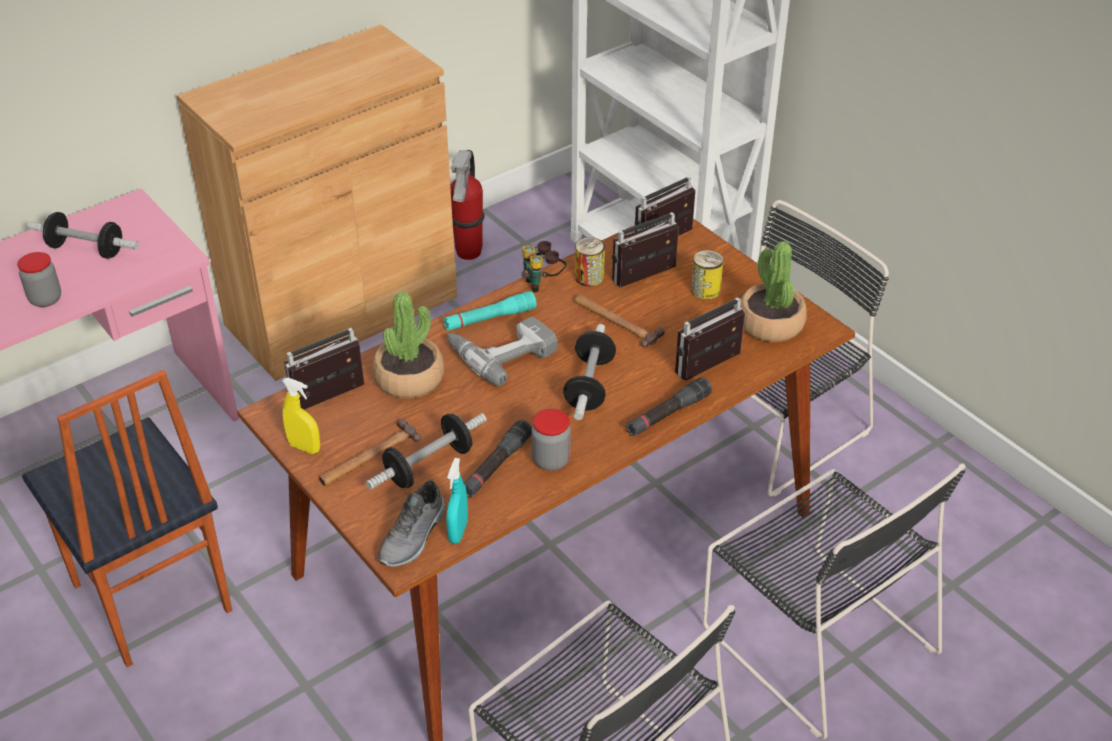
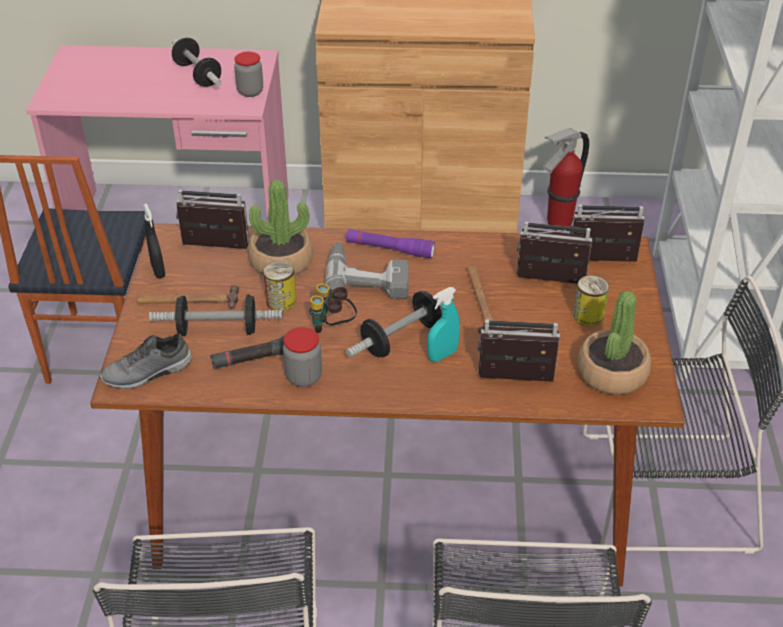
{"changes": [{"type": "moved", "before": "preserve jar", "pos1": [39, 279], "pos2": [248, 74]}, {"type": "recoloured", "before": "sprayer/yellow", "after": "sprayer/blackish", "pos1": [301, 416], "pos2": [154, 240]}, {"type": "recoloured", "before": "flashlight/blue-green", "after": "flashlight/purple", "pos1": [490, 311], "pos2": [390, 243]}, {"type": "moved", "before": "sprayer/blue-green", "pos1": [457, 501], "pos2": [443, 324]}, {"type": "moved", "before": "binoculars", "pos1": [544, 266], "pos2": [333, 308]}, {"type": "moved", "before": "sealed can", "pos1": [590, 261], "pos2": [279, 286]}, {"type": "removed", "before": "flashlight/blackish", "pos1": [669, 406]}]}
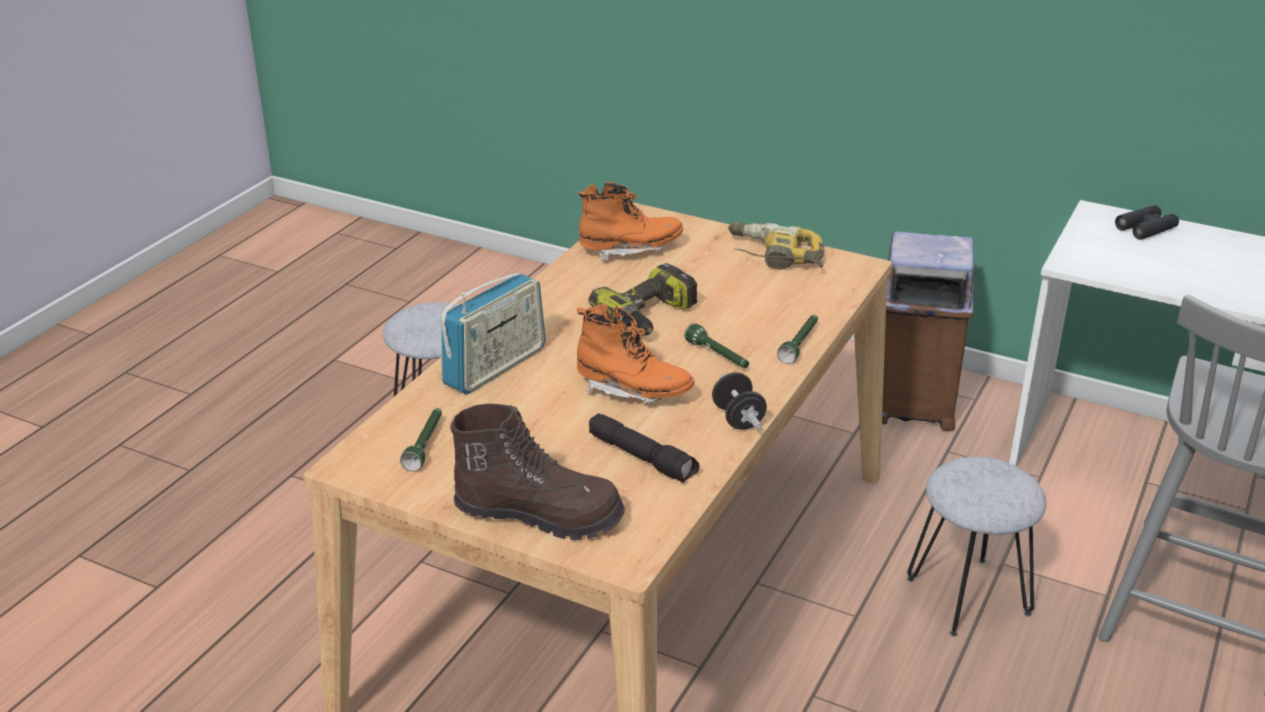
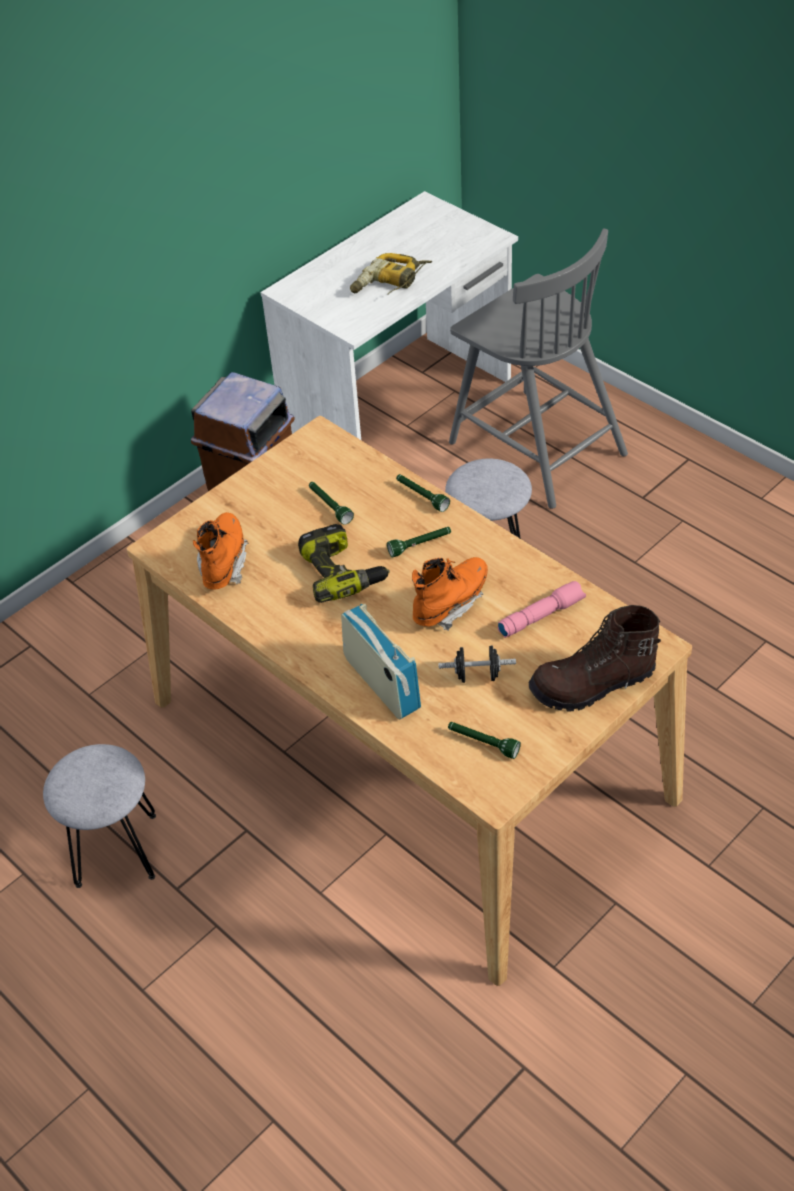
{"changes": [{"type": "turned", "before": "tall boot/brown-coloured", "pos1": [537, 472], "pos2": [595, 658], "turn": -135}, {"type": "recoloured", "before": "flashlight/blackish", "after": "flashlight/pink-coloured", "pos1": [644, 448], "pos2": [542, 609]}, {"type": "moved", "before": "free weight/blackish", "pos1": [739, 401], "pos2": [477, 664]}, {"type": "moved", "before": "electric drill", "pos1": [776, 245], "pos2": [391, 274]}, {"type": "removed", "before": "binoculars/blackish", "pos1": [1147, 222]}, {"type": "added", "after": "flashlight/greenish", "pos2": [331, 503]}]}
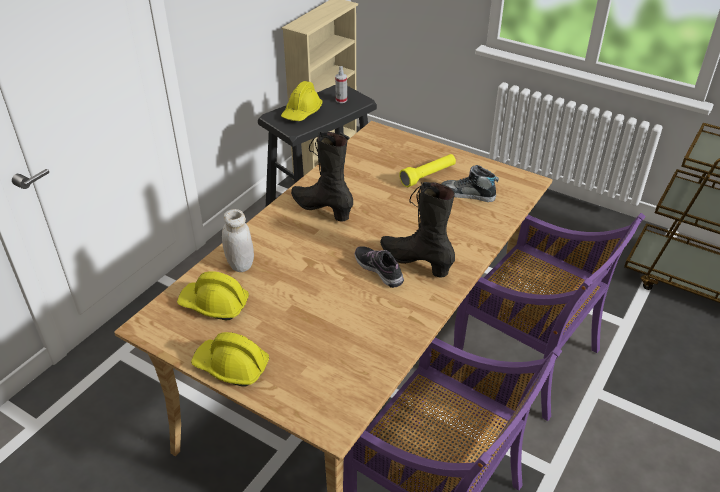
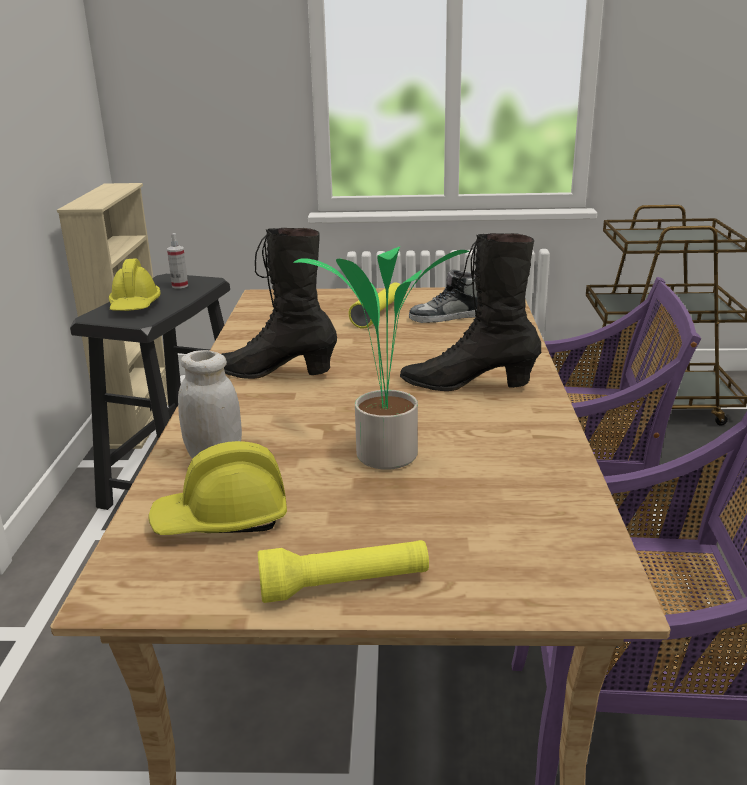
{"changes": [{"type": "replaced", "before": "hard hat/yellow", "after": "flashlight/yellow", "pos1": [230, 359], "pos2": [343, 571]}, {"type": "removed", "before": "low shoe", "pos1": [379, 267]}, {"type": "added", "after": "potted plant", "pos2": [381, 358]}]}
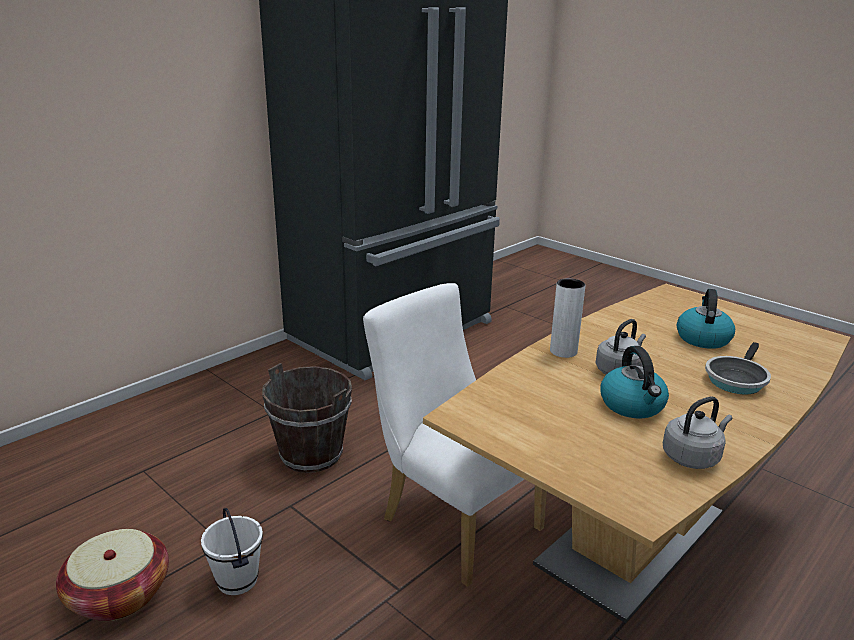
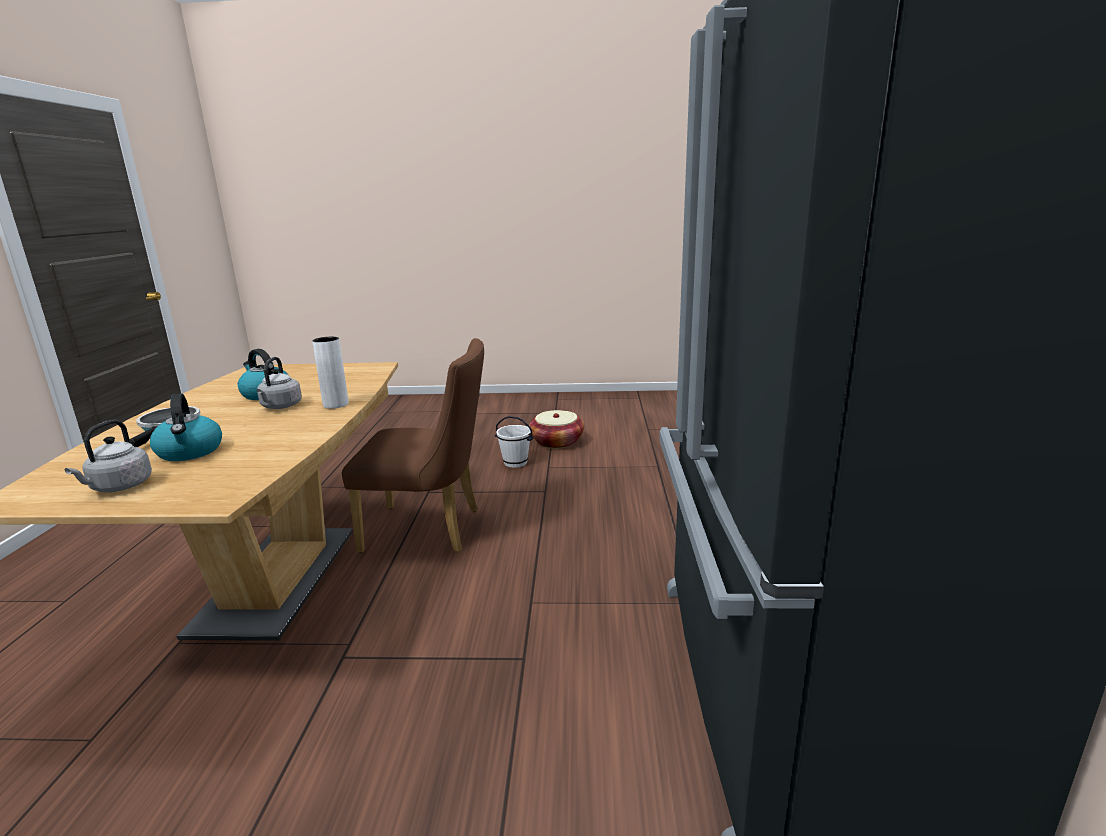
{"changes": [{"type": "removed", "before": "bucket/brown-coloured", "pos1": [307, 418]}, {"type": "recoloured", "before": "upright chair/white", "after": "upright chair/brown-coloured", "pos1": [455, 435], "pos2": [413, 445]}, {"type": "moved", "before": "tea kettle/greyish", "pos1": [697, 432], "pos2": [108, 456]}]}
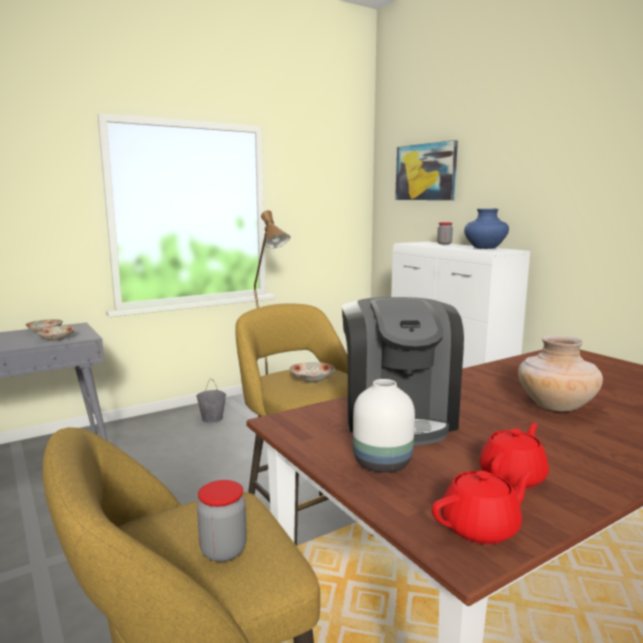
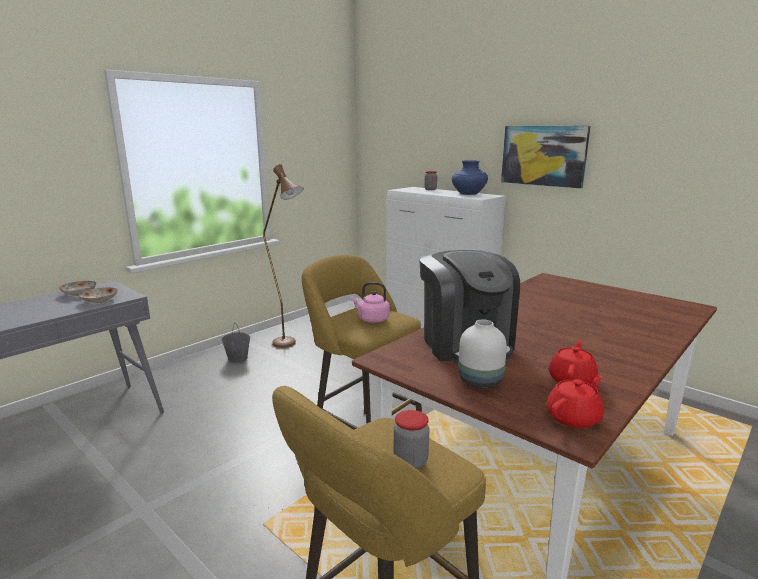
{"changes": [{"type": "replaced", "before": "plate", "after": "tea kettle/pink-coloured", "pos1": [312, 372], "pos2": [370, 302]}, {"type": "moved", "before": "picture", "pos1": [426, 170], "pos2": [545, 157]}, {"type": "removed", "before": "decorative vase/beige-coloured", "pos1": [560, 373]}]}
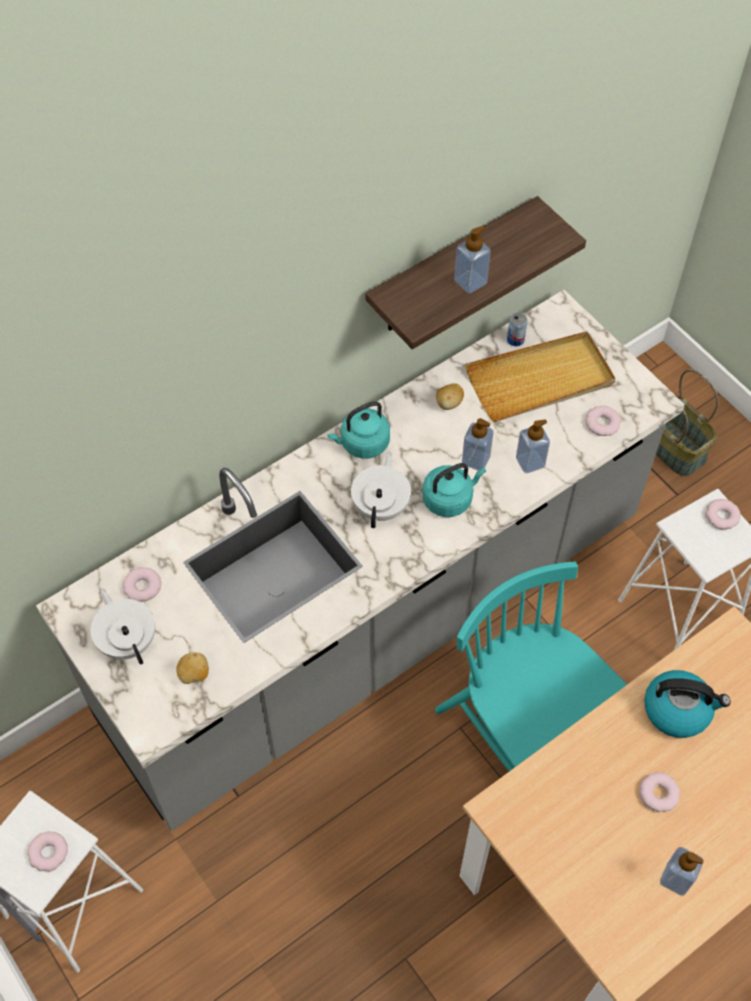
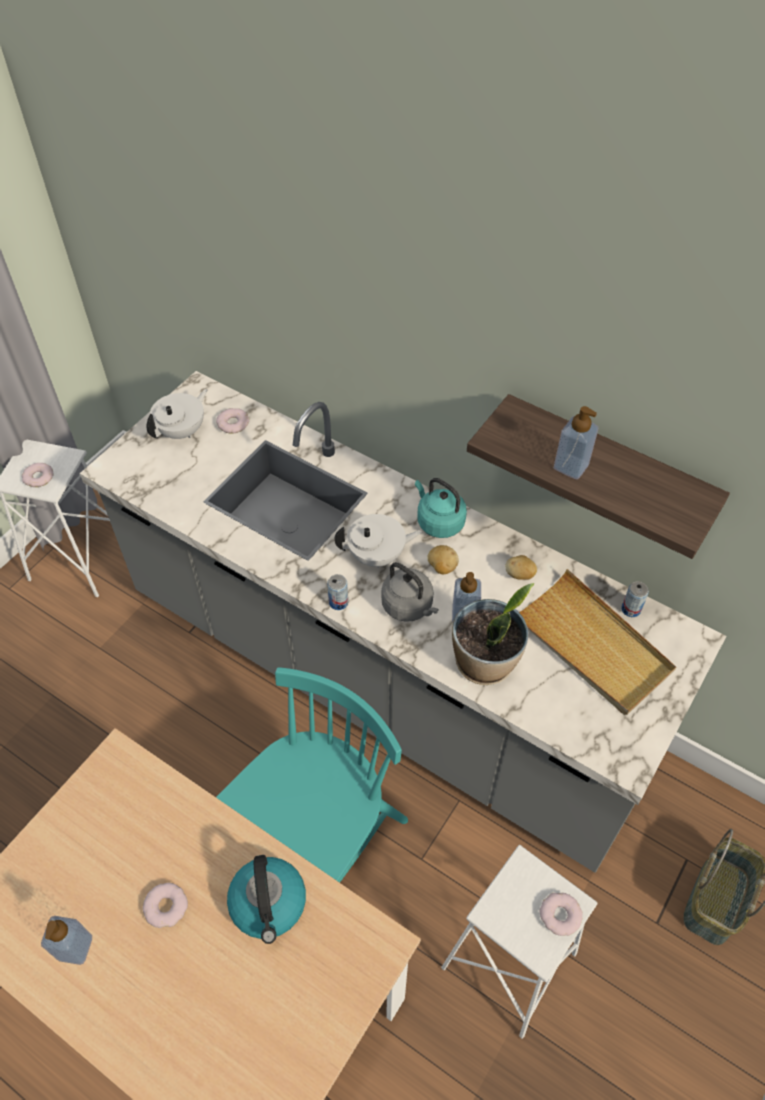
{"changes": [{"type": "moved", "before": "potato", "pos1": [192, 668], "pos2": [443, 559]}, {"type": "recoloured", "before": "tea kettle/blue-green", "after": "tea kettle/greyish", "pos1": [454, 490], "pos2": [410, 592]}, {"type": "replaced", "before": "soap dispenser", "after": "potted plant", "pos1": [533, 446], "pos2": [493, 634]}, {"type": "removed", "before": "ring doughnut", "pos1": [603, 421]}, {"type": "added", "after": "sealed can", "pos2": [337, 592]}]}
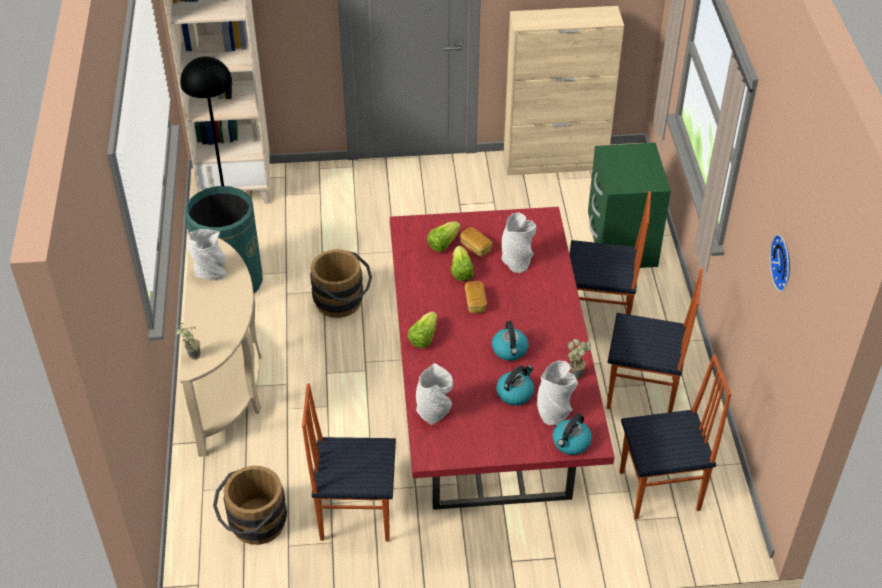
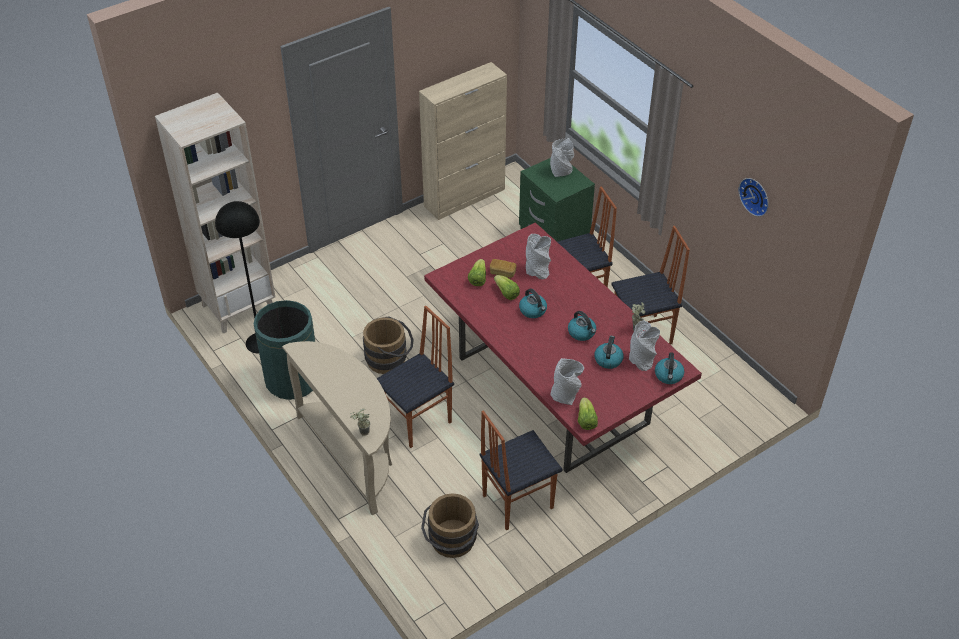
{"changes": [{"type": "moved", "before": "decorative vase/greyish", "pos1": [207, 255], "pos2": [562, 157]}, {"type": "moved", "before": "lettuce", "pos1": [422, 330], "pos2": [588, 413]}, {"type": "replaced", "before": "bread", "after": "tea kettle", "pos1": [476, 297], "pos2": [533, 303]}, {"type": "moved", "before": "upright chair", "pos1": [675, 436], "pos2": [415, 377]}]}
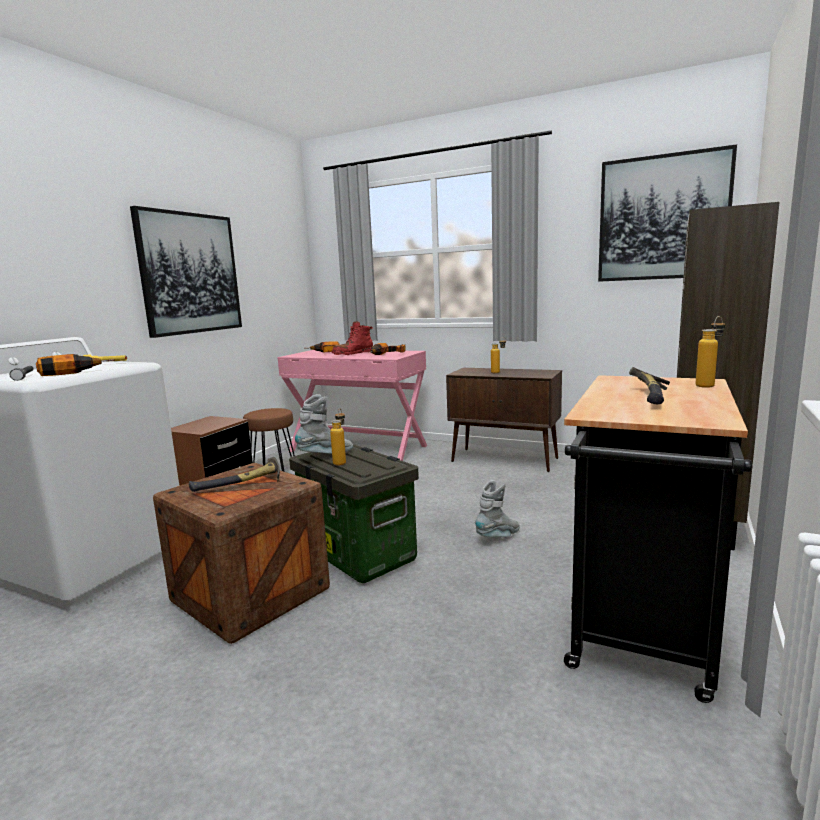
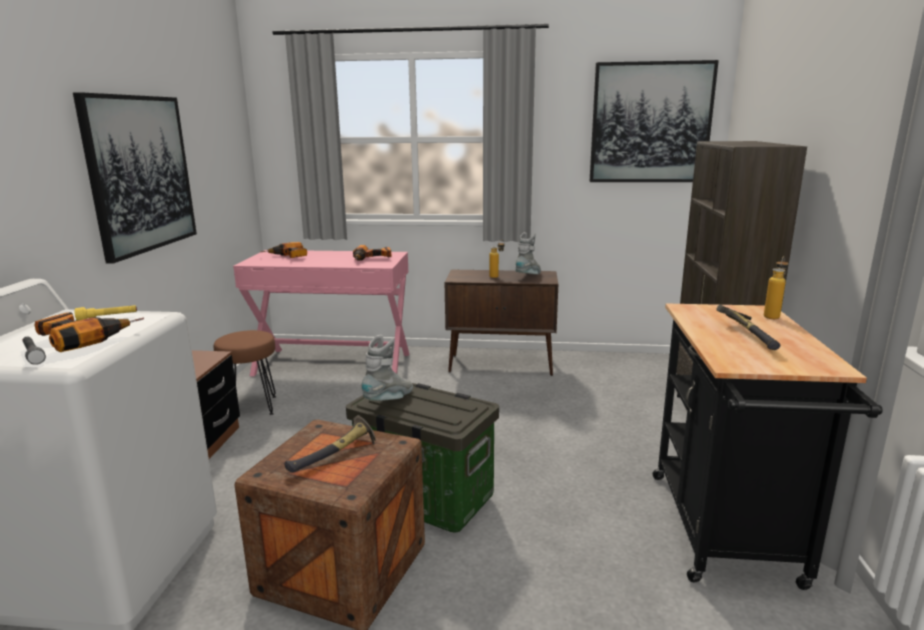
{"changes": [{"type": "removed", "before": "beverage bottle", "pos1": [338, 437]}, {"type": "removed", "before": "tall boot/reddish", "pos1": [352, 338]}, {"type": "moved", "before": "tall boot/greyish", "pos1": [497, 508], "pos2": [528, 253]}]}
